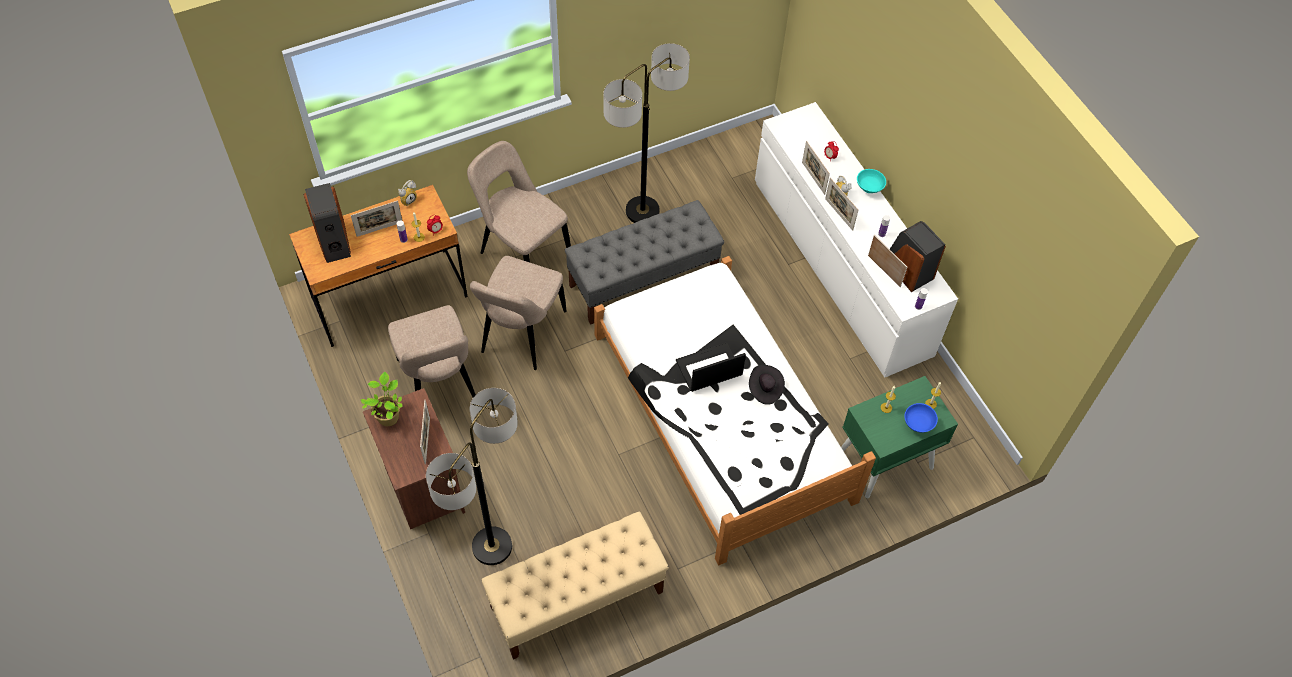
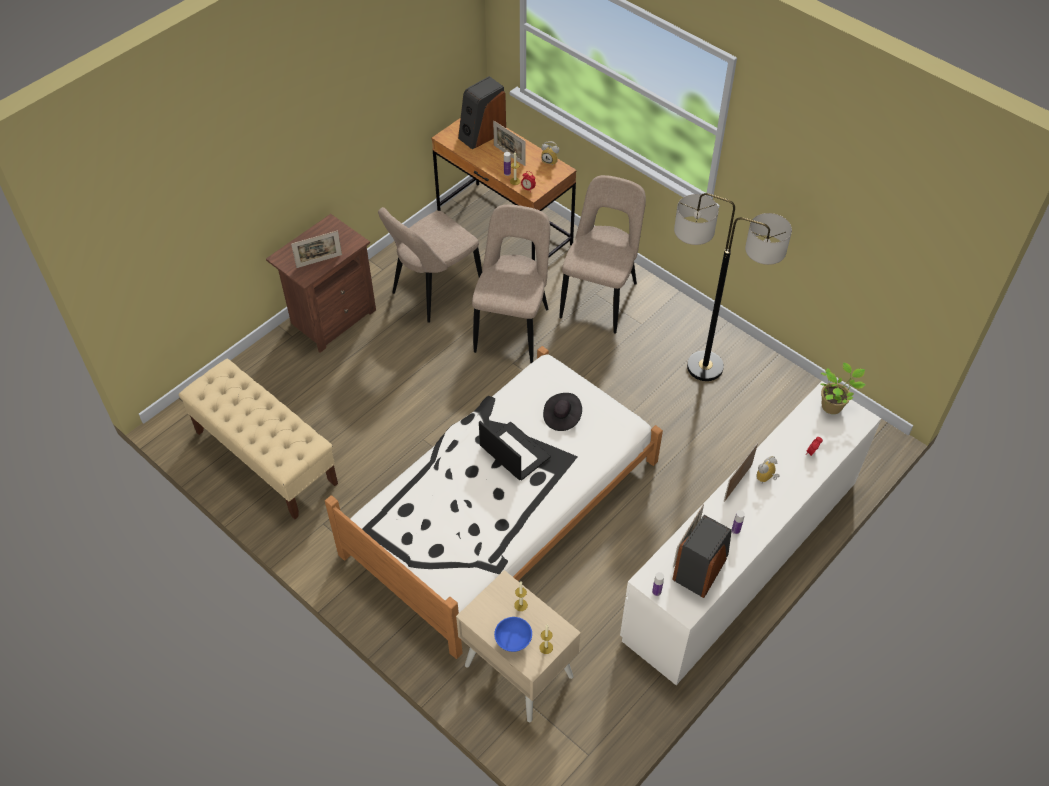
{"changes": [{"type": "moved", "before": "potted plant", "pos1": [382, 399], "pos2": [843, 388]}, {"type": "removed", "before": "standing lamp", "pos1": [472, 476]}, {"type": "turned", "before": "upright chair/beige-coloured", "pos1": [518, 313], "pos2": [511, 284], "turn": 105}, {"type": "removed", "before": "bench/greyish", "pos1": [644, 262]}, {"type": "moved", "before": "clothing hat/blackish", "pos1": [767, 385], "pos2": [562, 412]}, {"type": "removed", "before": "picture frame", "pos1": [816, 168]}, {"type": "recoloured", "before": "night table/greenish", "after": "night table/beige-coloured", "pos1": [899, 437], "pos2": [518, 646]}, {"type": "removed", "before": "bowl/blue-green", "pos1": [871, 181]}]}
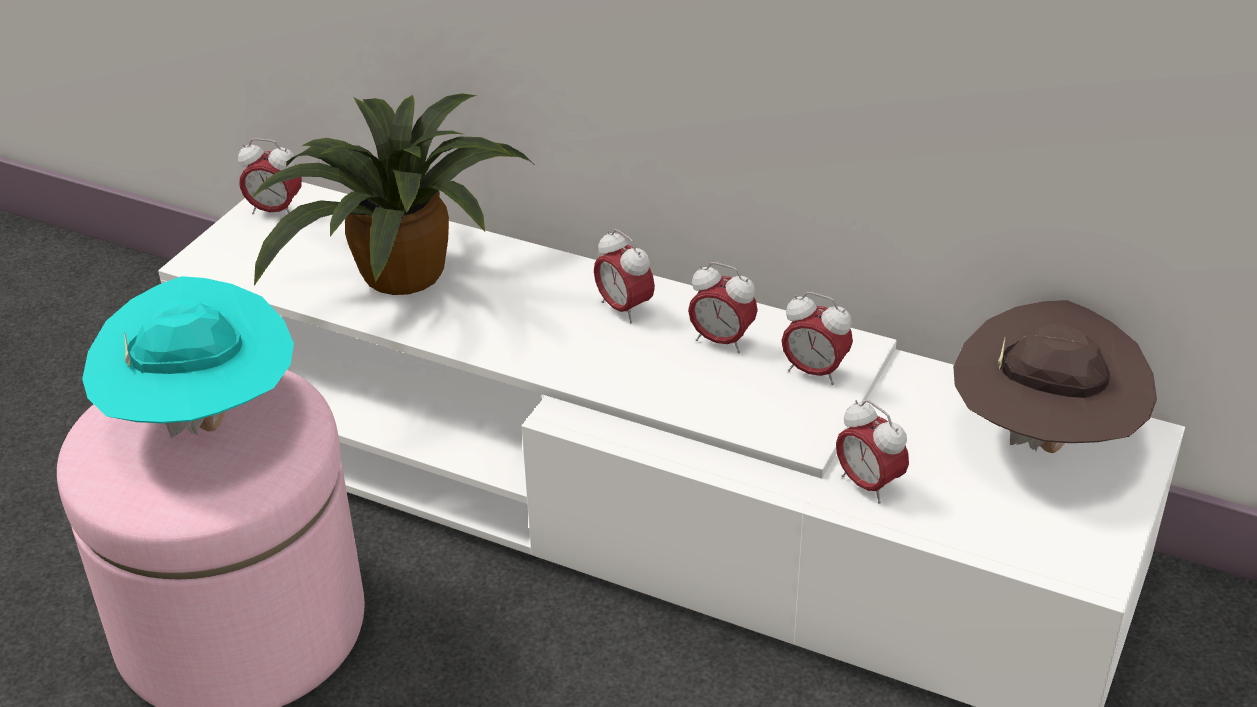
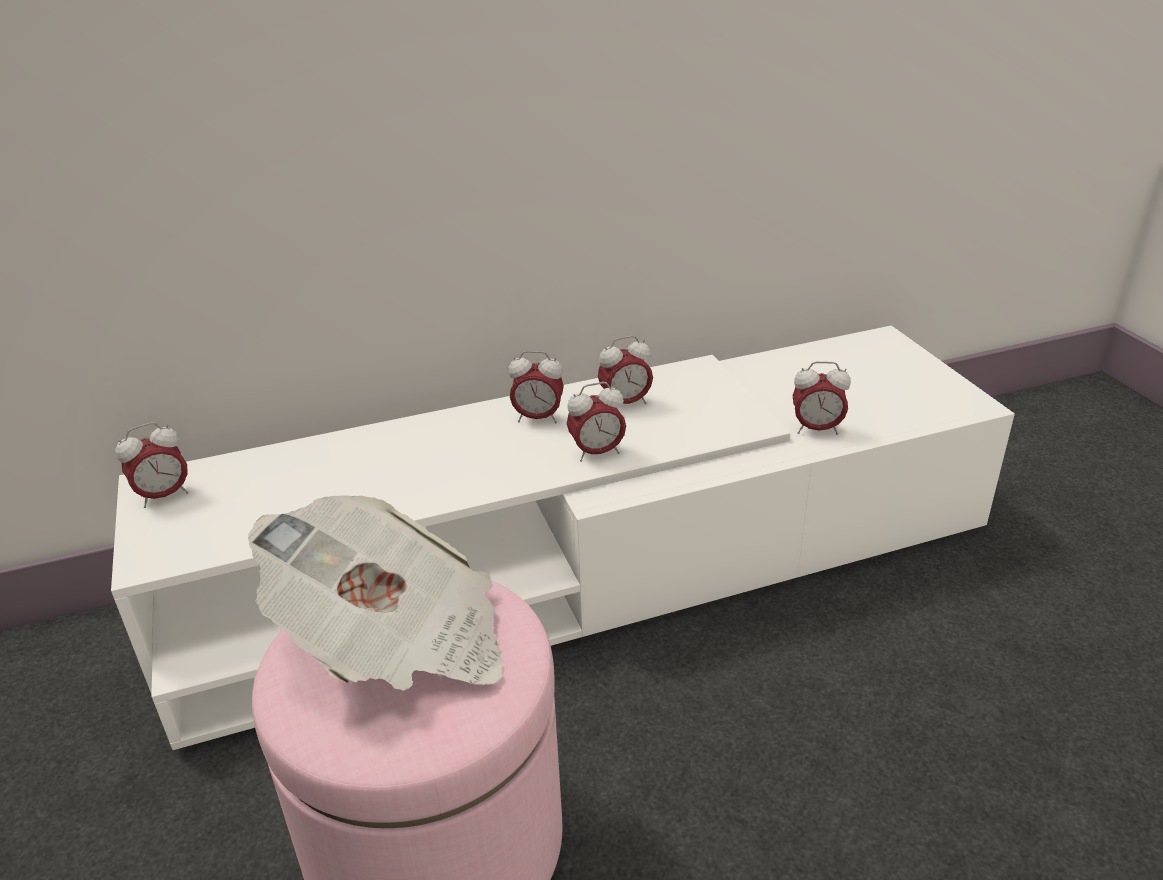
{"changes": [{"type": "replaced", "before": "clothing hat/blue-green", "after": "daily paper", "pos1": [188, 357], "pos2": [375, 593]}, {"type": "removed", "before": "potted plant", "pos1": [391, 194]}, {"type": "moved", "before": "bedside clock", "pos1": [817, 338], "pos2": [596, 422]}, {"type": "removed", "before": "clothing hat/brown-coloured", "pos1": [1055, 376]}]}
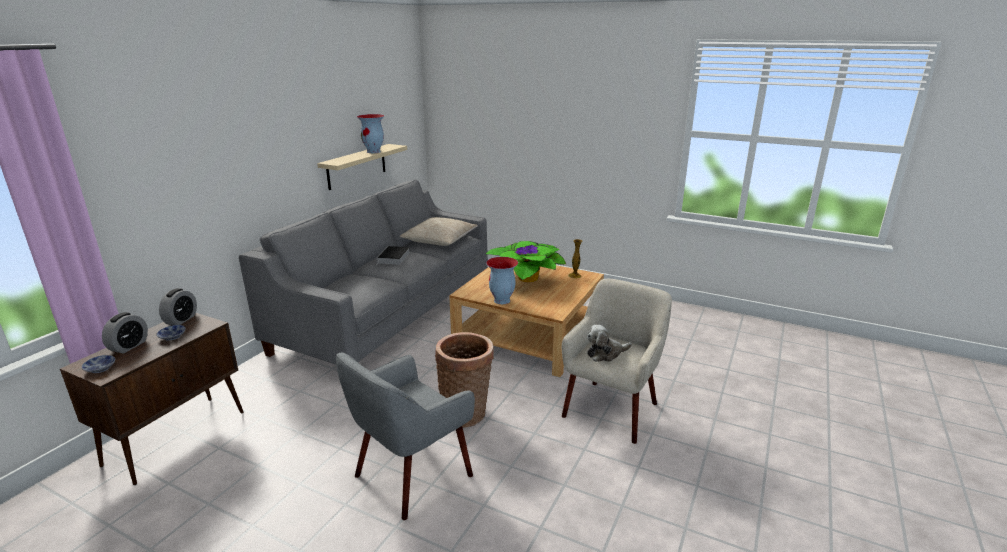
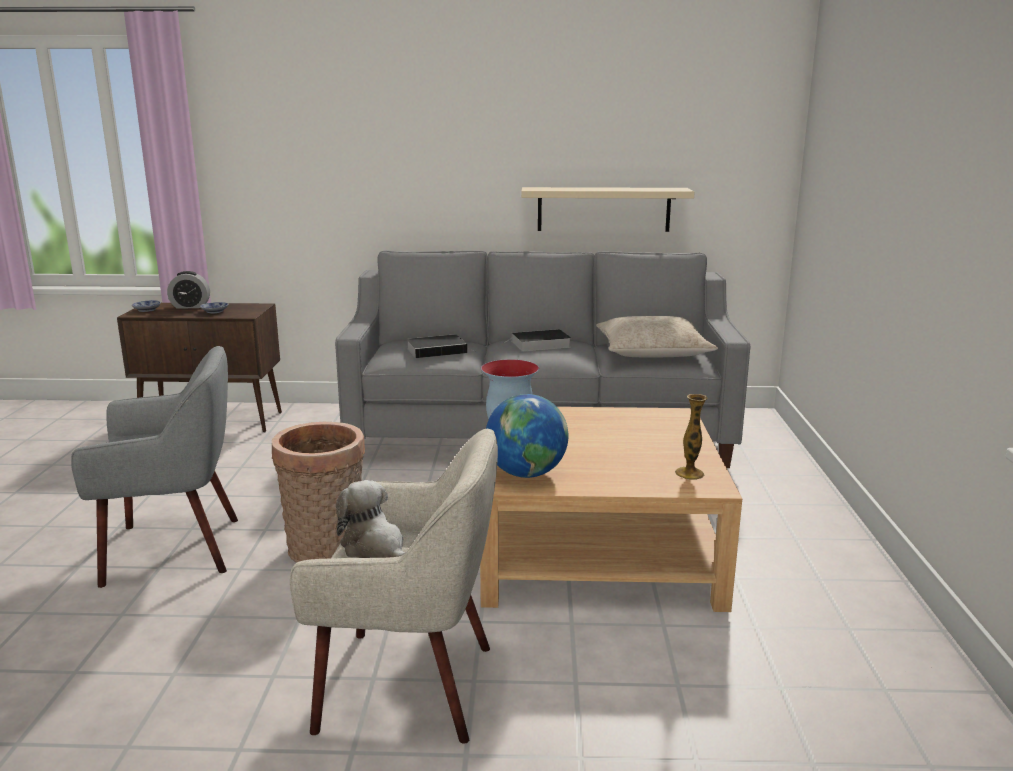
{"changes": [{"type": "removed", "before": "bedside clock", "pos1": [178, 306]}, {"type": "turned", "before": "armchair/greyish", "pos1": [405, 436], "pos2": [154, 467], "turn": 150}, {"type": "removed", "before": "decorative vase", "pos1": [370, 133]}, {"type": "removed", "before": "potted plant", "pos1": [525, 261]}, {"type": "added", "after": "book", "pos2": [440, 346]}, {"type": "added", "after": "globe", "pos2": [527, 436]}]}
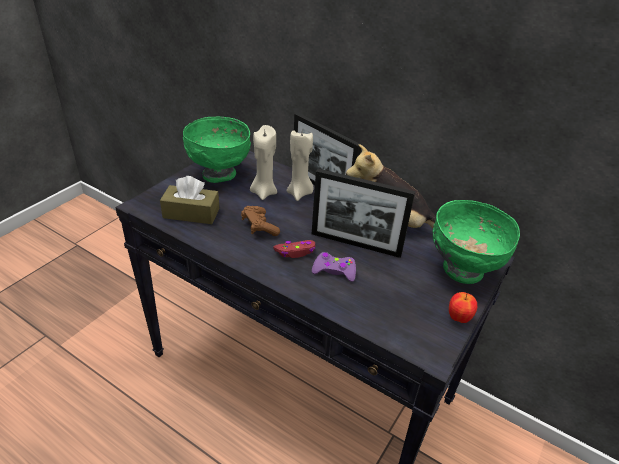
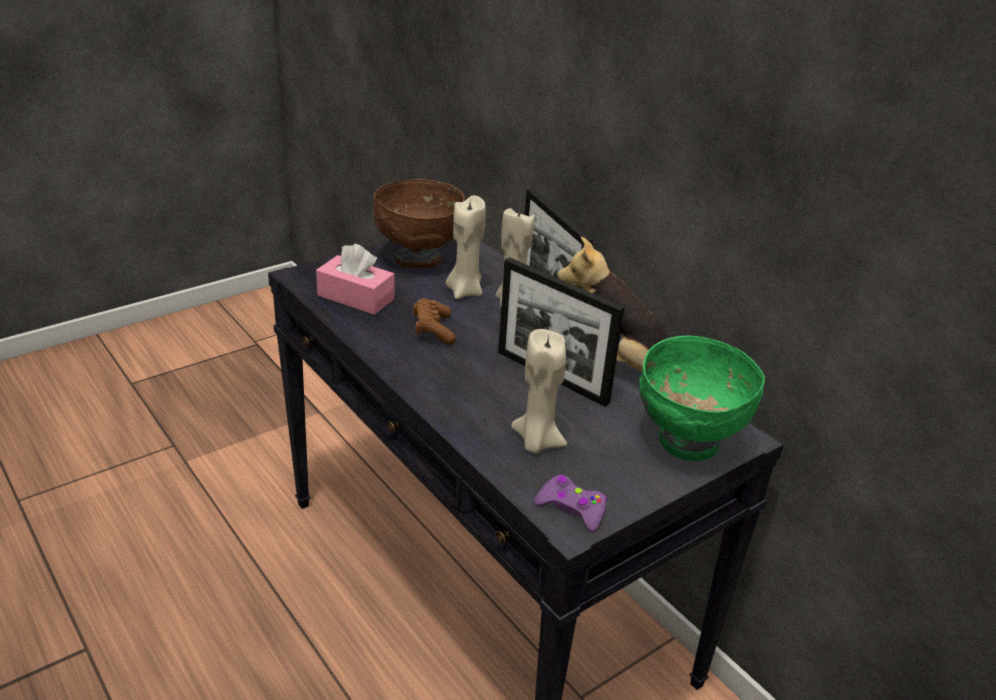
{"changes": [{"type": "recoloured", "before": "box of tissues/brown-coloured", "after": "box of tissues/pink-coloured", "pos1": [189, 200], "pos2": [355, 279]}, {"type": "recoloured", "before": "bowl/greenish", "after": "bowl/brown-coloured", "pos1": [217, 150], "pos2": [419, 223]}, {"type": "removed", "before": "game controller/reddish", "pos1": [294, 249]}, {"type": "moved", "before": "game controller/purple", "pos1": [334, 267], "pos2": [570, 503]}, {"type": "removed", "before": "apple fruit", "pos1": [463, 307]}, {"type": "added", "after": "wax candle/beige-coloured", "pos2": [539, 391]}]}
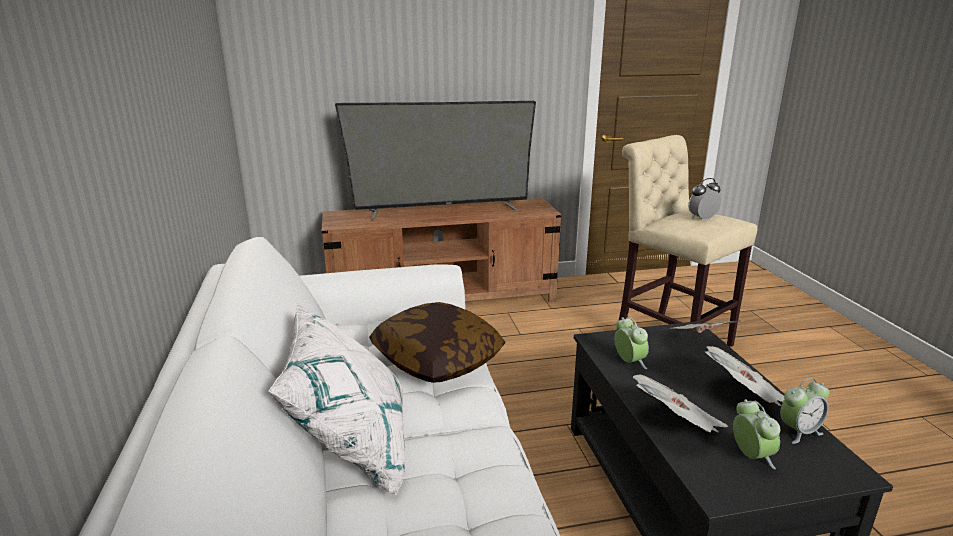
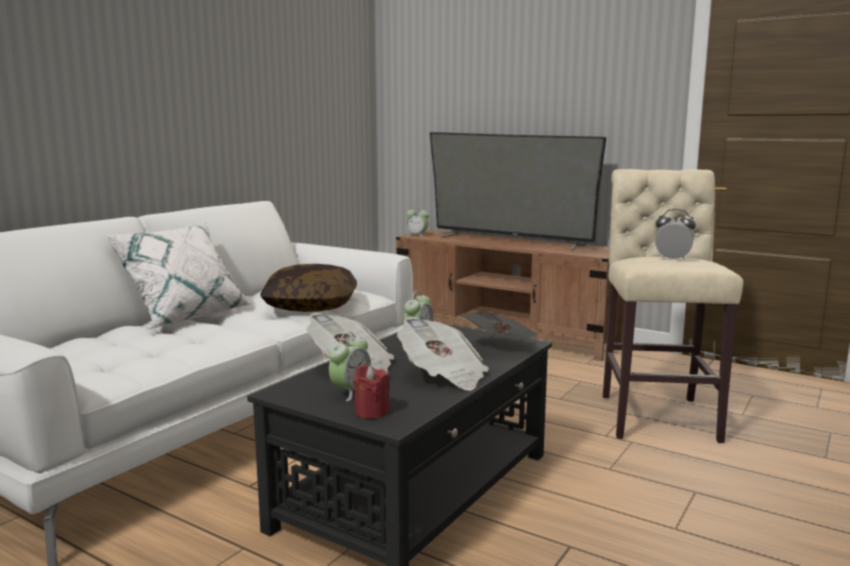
{"changes": [{"type": "moved", "before": "bedside clock", "pos1": [804, 411], "pos2": [417, 221]}, {"type": "added", "after": "wax candle/reddish", "pos2": [372, 392]}]}
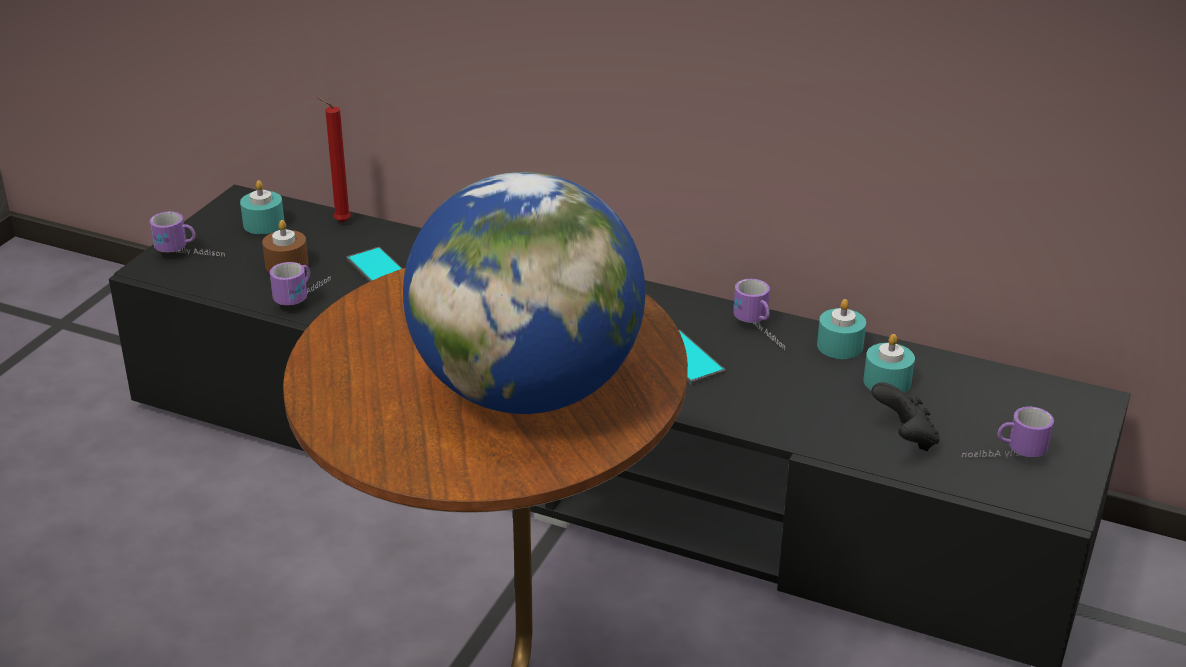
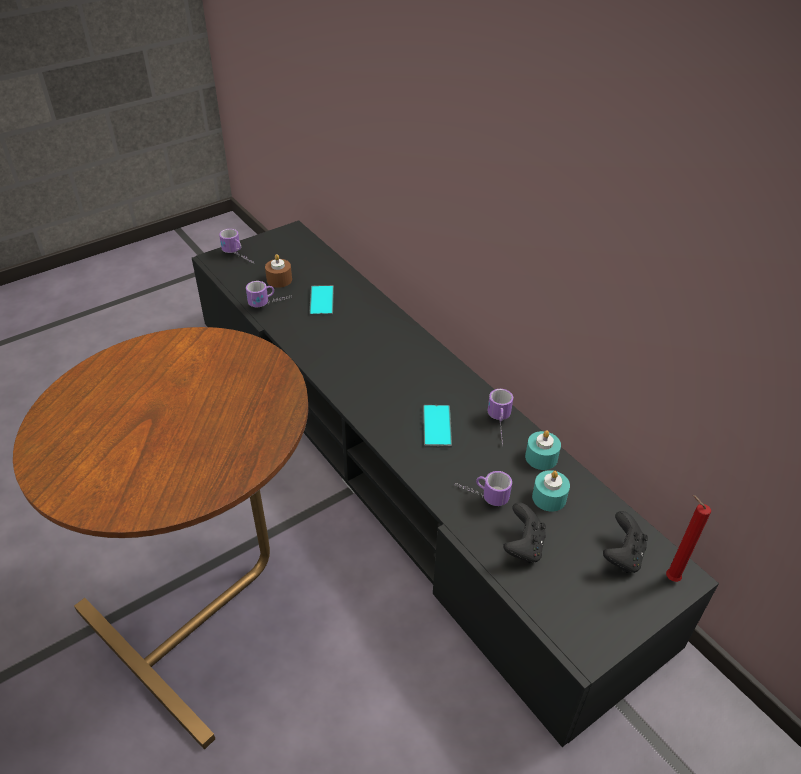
{"changes": [{"type": "removed", "before": "wax candle/blue-green", "pos1": [262, 207]}, {"type": "moved", "before": "wax candle/reddish", "pos1": [333, 159], "pos2": [688, 538]}, {"type": "removed", "before": "globe", "pos1": [524, 293]}, {"type": "moved", "before": "tea mug", "pos1": [1008, 432], "pos2": [483, 488]}, {"type": "added", "after": "game controller/blackish", "pos2": [625, 542]}]}
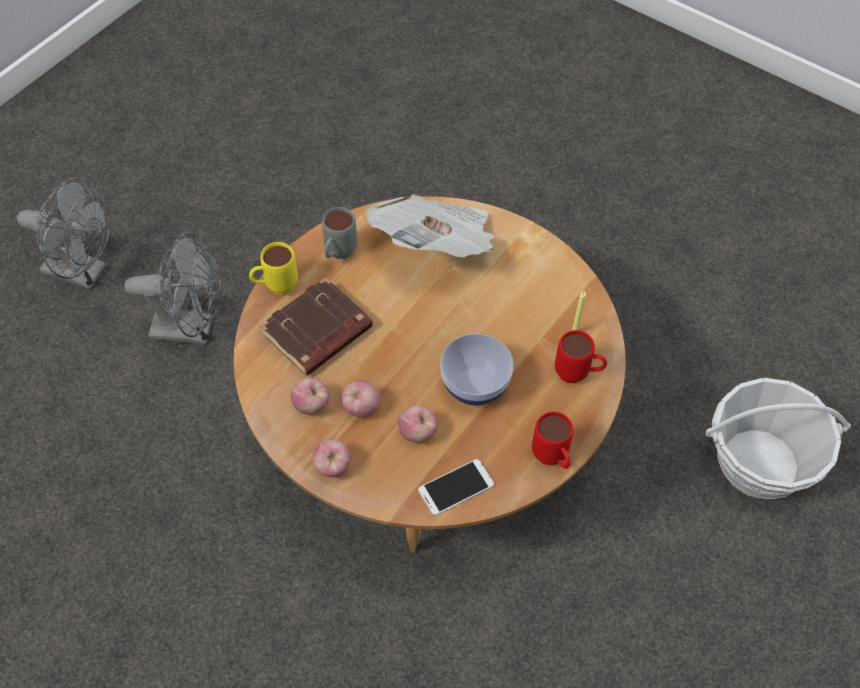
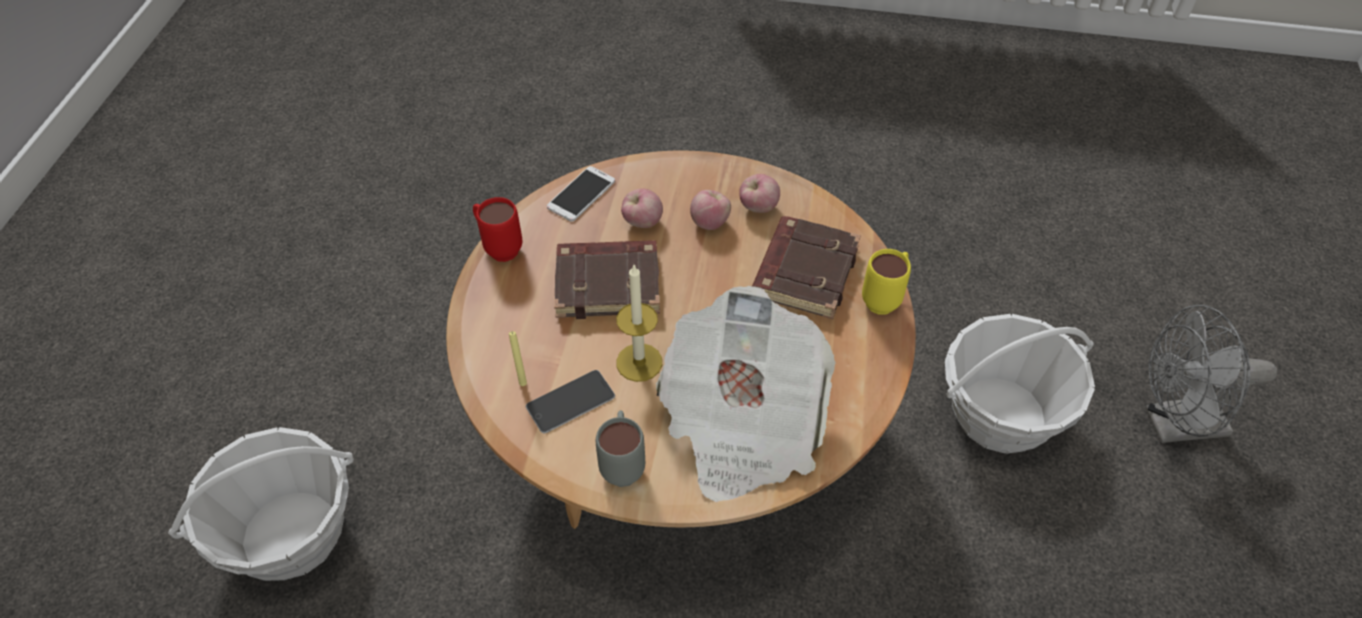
{"changes": [{"type": "replaced", "before": "fan/greyish", "after": "basket", "pos1": [173, 288], "pos2": [1020, 384]}, {"type": "removed", "before": "apple fruit", "pos1": [331, 457]}, {"type": "moved", "before": "tea mug/greyish", "pos1": [339, 233], "pos2": [620, 448]}, {"type": "replaced", "before": "bowl", "after": "book/brown-coloured", "pos1": [477, 369], "pos2": [607, 279]}, {"type": "removed", "before": "tea mug/reddish", "pos1": [581, 356]}, {"type": "added", "after": "handset", "pos2": [570, 402]}, {"type": "added", "after": "wax candle", "pos2": [639, 323]}]}
